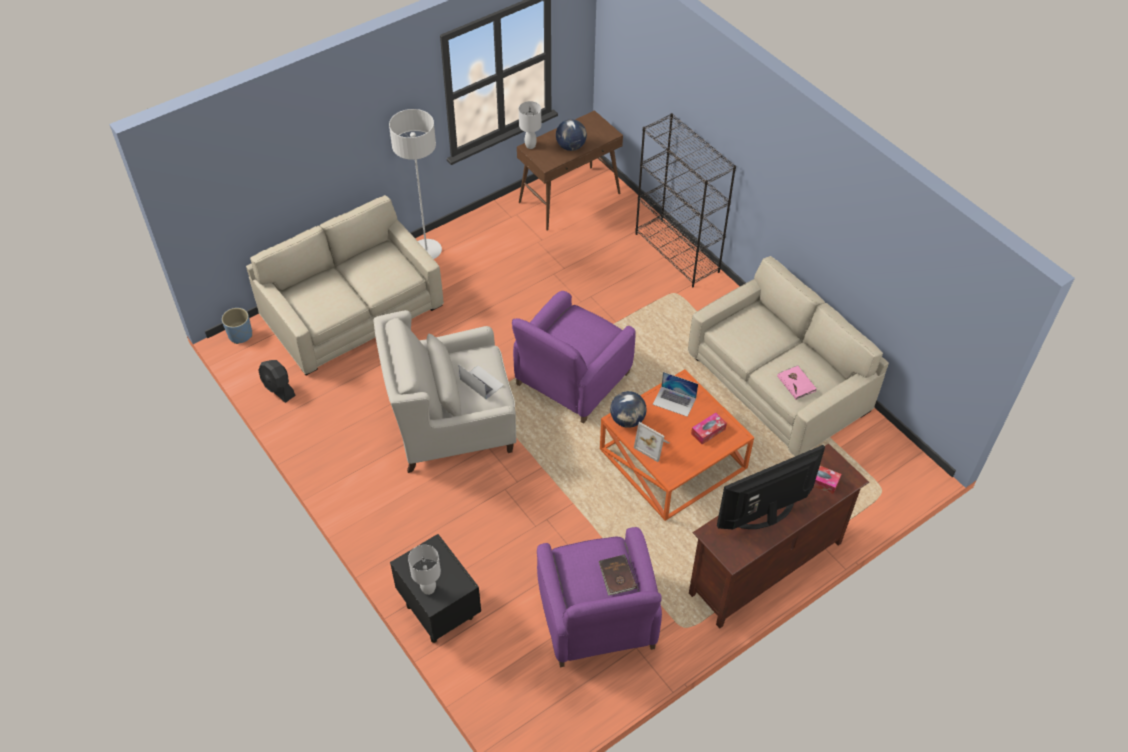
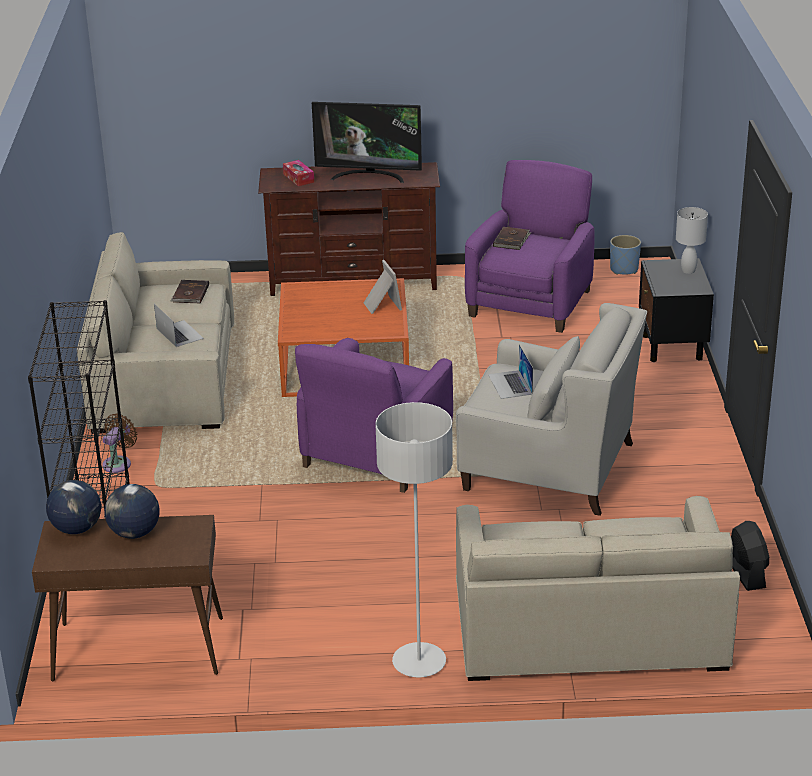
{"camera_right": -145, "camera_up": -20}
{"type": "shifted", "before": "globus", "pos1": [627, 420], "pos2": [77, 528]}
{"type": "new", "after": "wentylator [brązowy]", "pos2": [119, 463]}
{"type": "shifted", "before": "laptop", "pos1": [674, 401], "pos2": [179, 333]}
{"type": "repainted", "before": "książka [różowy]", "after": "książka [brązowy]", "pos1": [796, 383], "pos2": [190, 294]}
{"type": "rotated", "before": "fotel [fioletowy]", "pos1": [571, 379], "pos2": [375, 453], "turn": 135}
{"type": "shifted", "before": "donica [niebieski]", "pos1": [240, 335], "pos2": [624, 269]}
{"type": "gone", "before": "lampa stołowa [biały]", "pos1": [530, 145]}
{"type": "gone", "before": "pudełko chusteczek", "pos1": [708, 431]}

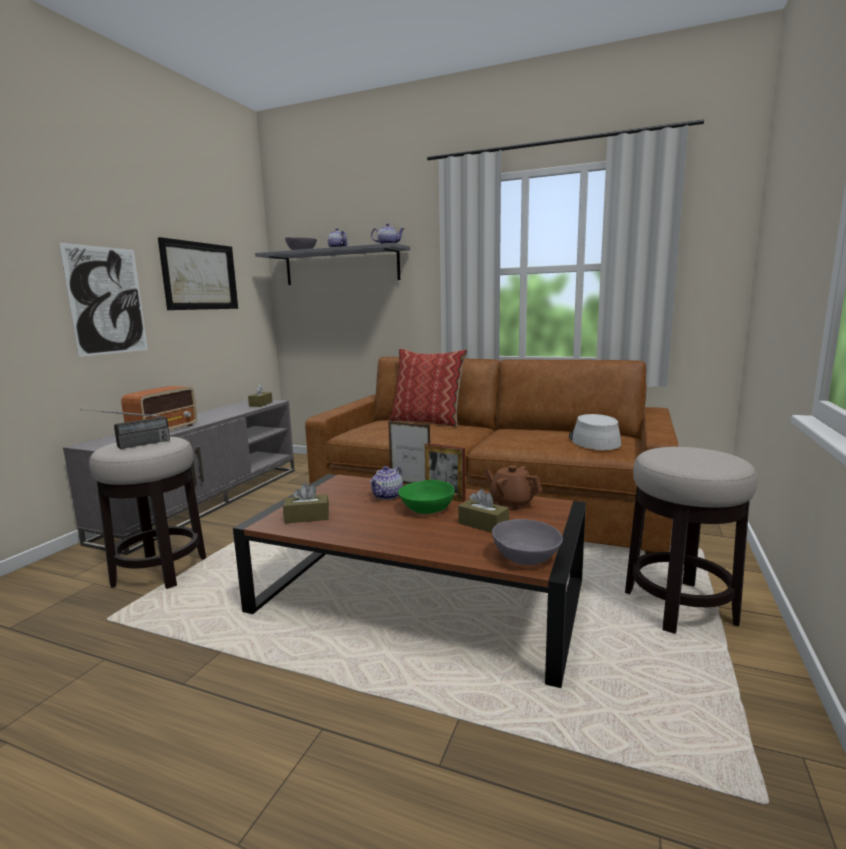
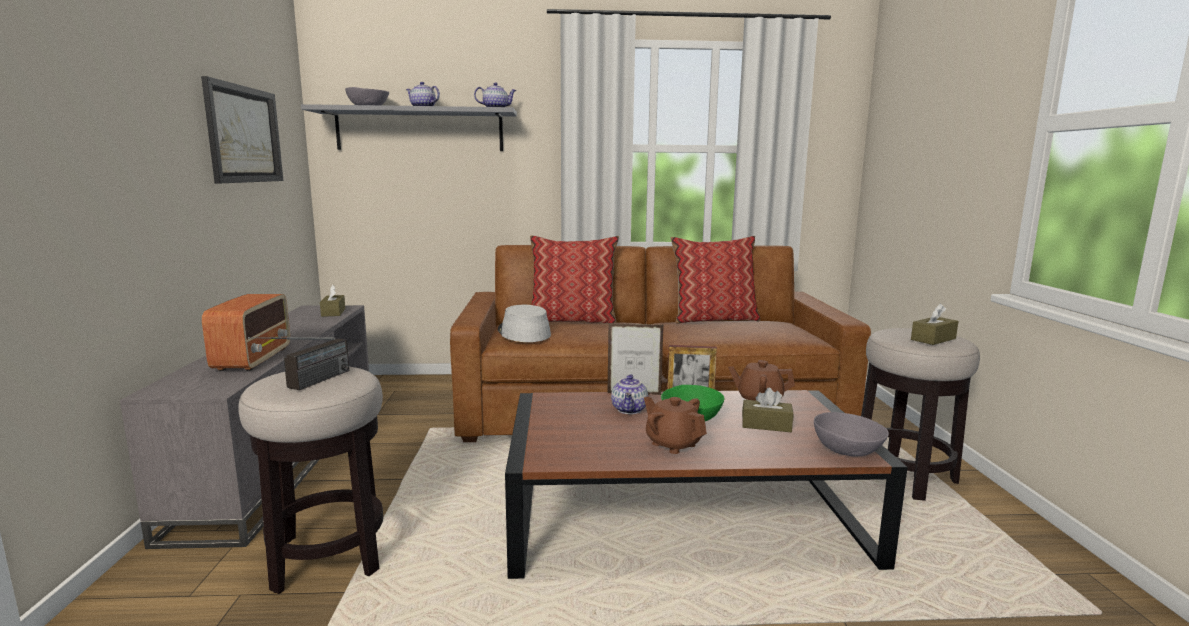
{"camera_right": -25, "camera_up": 0}
{"type": "shifted", "before": "kapelusz [szary]", "pos1": [593, 440], "pos2": [523, 333]}
{"type": "new", "after": "imbryk [brązowy]", "pos2": [673, 444]}
{"type": "new", "after": "poduszka", "pos2": [713, 319]}
{"type": "shifted", "before": "pudełko chusteczek [brązowy]", "pos1": [307, 517], "pos2": [933, 339]}
{"type": "gone", "before": "obraz", "pos1": [107, 301]}

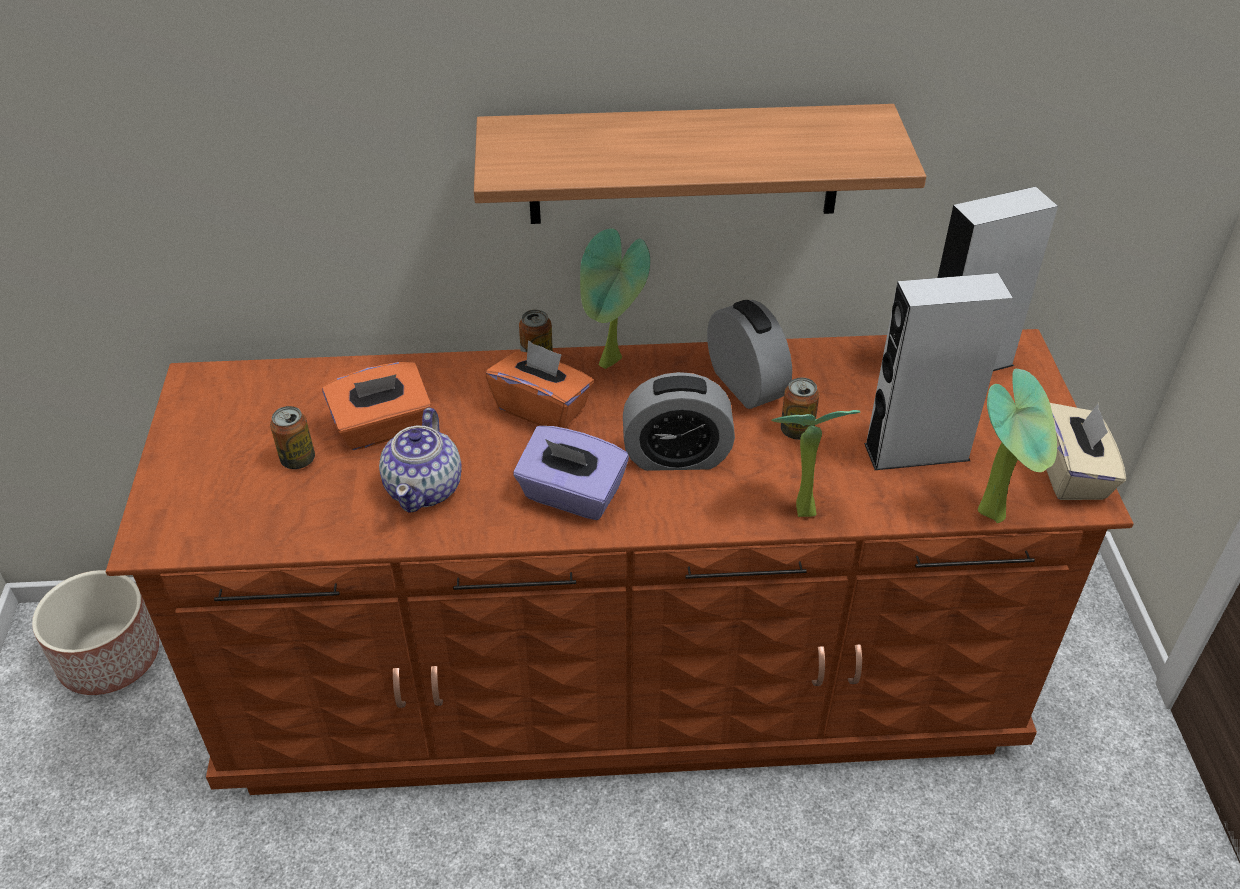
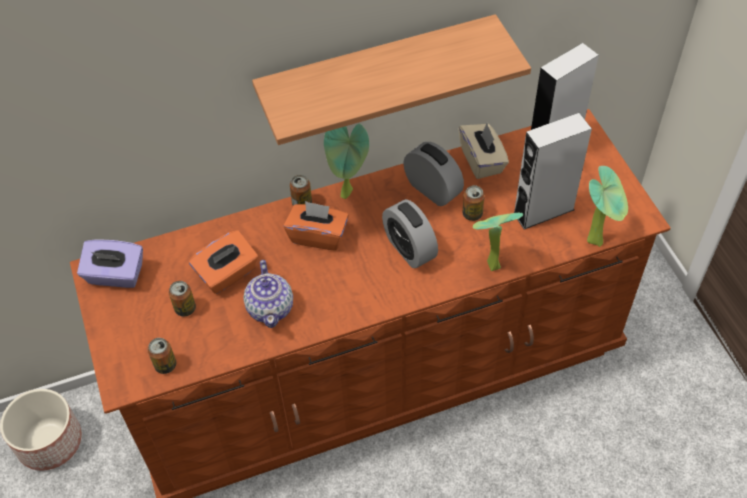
{"camera_right": -15, "camera_up": 10}
{"type": "shifted", "before": "pudełko chusteczek [fioletowy]", "pos1": [571, 495], "pos2": [115, 275]}
{"type": "new", "after": "puszka", "pos2": [165, 365]}
{"type": "rotated", "before": "budzik", "pos1": [676, 456], "pos2": [409, 249], "turn": 75}
{"type": "shifted", "before": "pudełko chusteczek [beżowy]", "pos1": [1072, 473], "pos2": [482, 161]}

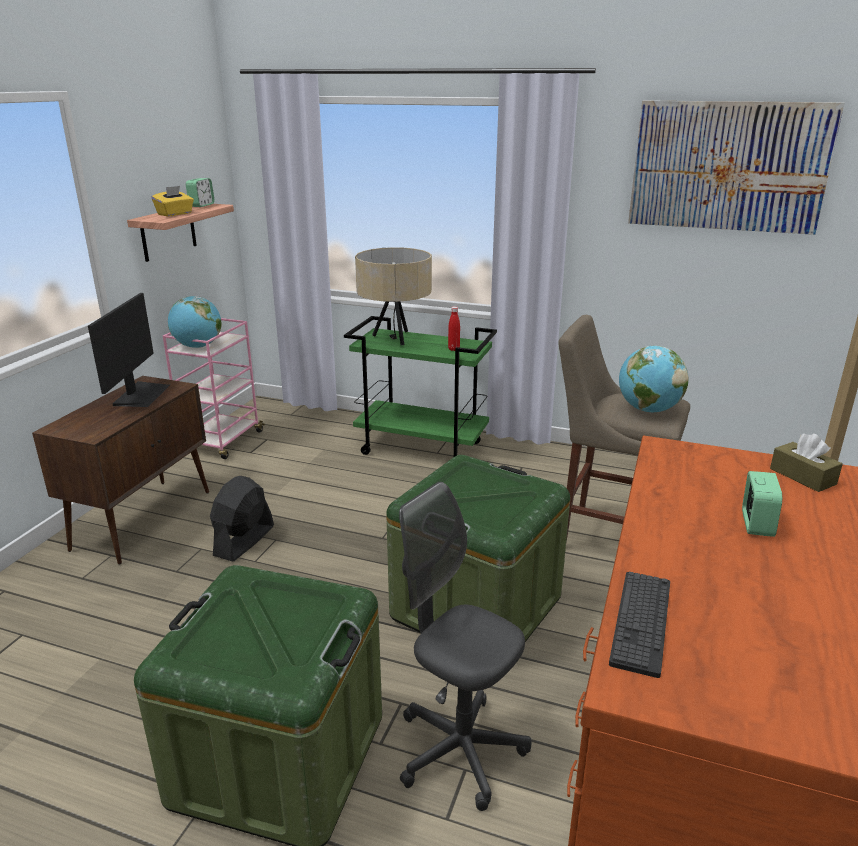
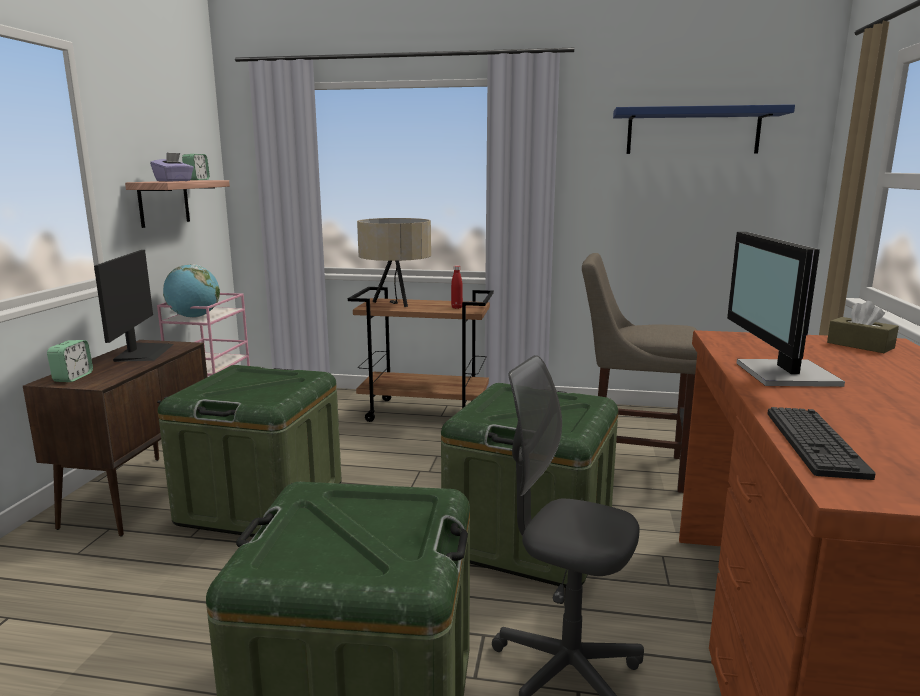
{"camera_right": -10, "camera_up": -10}
{"type": "shifted", "before": "budzik", "pos1": [756, 524], "pos2": [73, 377]}
{"type": "repainted", "before": "pudełko chusteczek [żółty]", "after": "pudełko chusteczek [fioletowy]", "pos1": [175, 214], "pos2": [174, 181]}
{"type": "swapped", "before": "wentylator [czarny]", "after": "pojemnik do przechowywania [zielony]", "pos1": [244, 541], "pos2": [262, 503]}
{"type": "repainted", "before": "wózek [zielony]", "after": "wózek [brązowy]", "pos1": [423, 448], "pos2": [425, 413]}
{"type": "swapped", "before": "obraz", "after": "półka [niebieski]", "pos1": [728, 166], "pos2": [692, 132]}
{"type": "new", "after": "monitor", "pos2": [783, 374]}
{"type": "gone", "before": "globus", "pos1": [648, 410]}

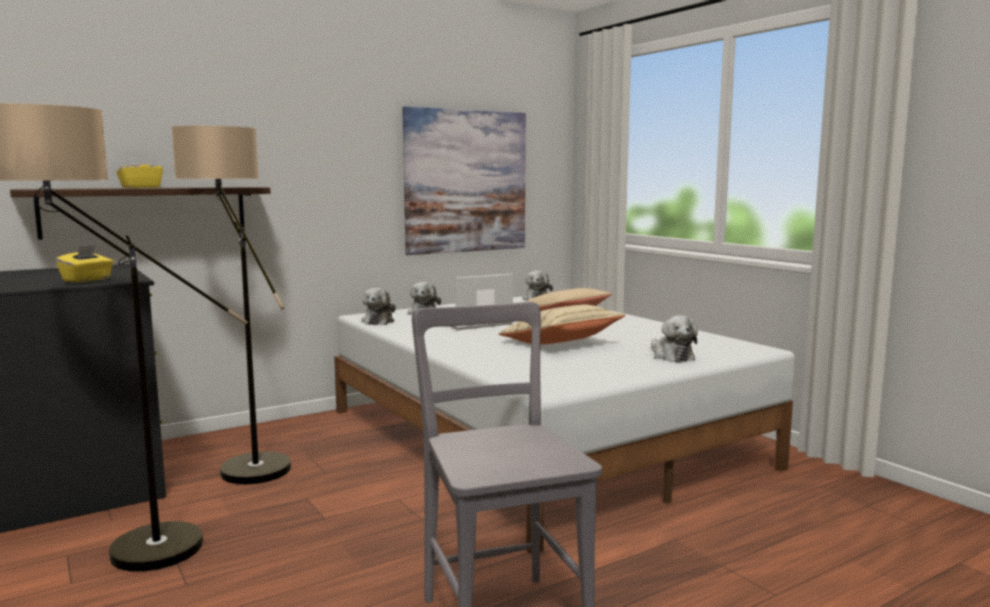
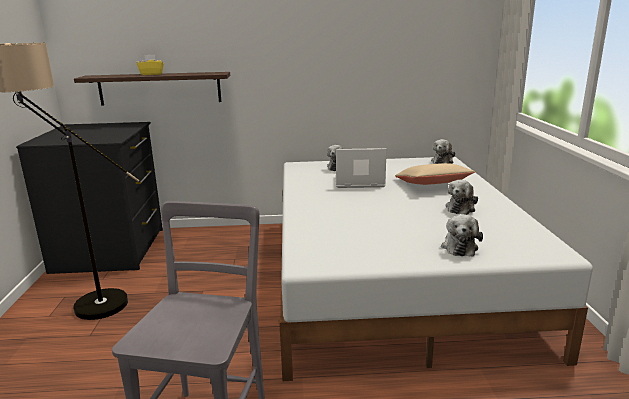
{"camera_right": 30, "camera_up": 10}
{"type": "shifted", "before": "pluszak", "pos1": [378, 321], "pos2": [461, 208]}
{"type": "gone", "before": "pudełko chusteczek [żółty]", "pos1": [87, 280]}
{"type": "gone", "before": "lampa stojąca", "pos1": [244, 462]}
{"type": "gone", "before": "obraz", "pos1": [466, 181]}
{"type": "gone", "before": "poduszka [beżowy]", "pos1": [560, 344]}

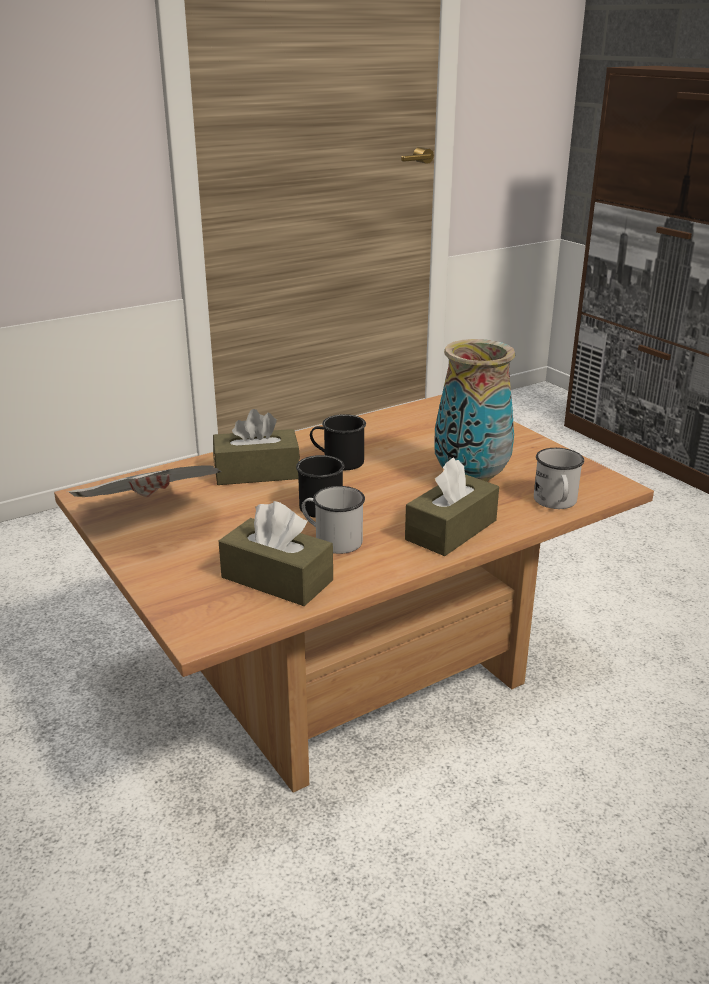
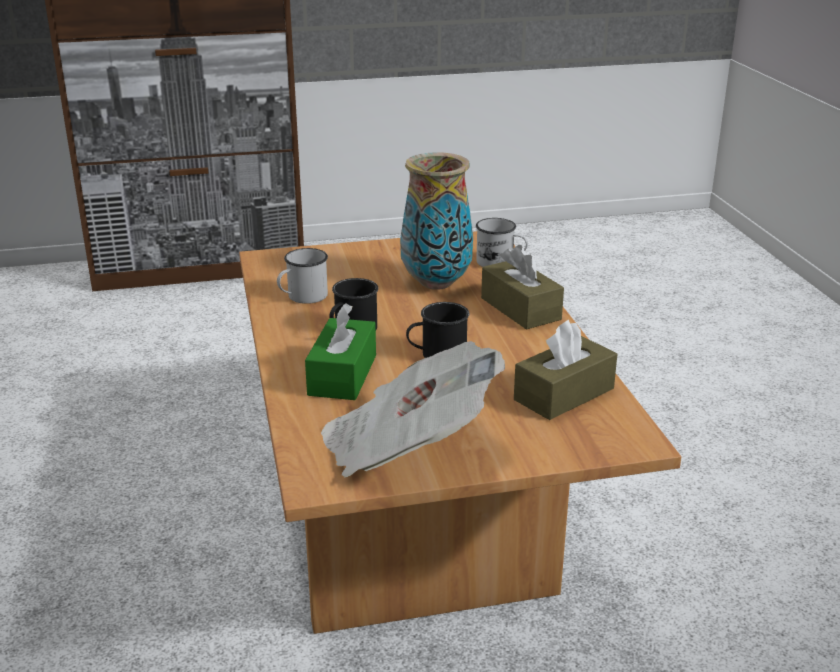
{"camera_right": -70, "camera_up": 0}
{"type": "shifted", "before": "kubek [biały]", "pos1": [332, 540], "pos2": [302, 297]}
{"type": "repainted", "before": "pudełko chusteczek [brązowy]", "after": "pudełko chusteczek [zielony]", "pos1": [257, 472], "pos2": [342, 375]}

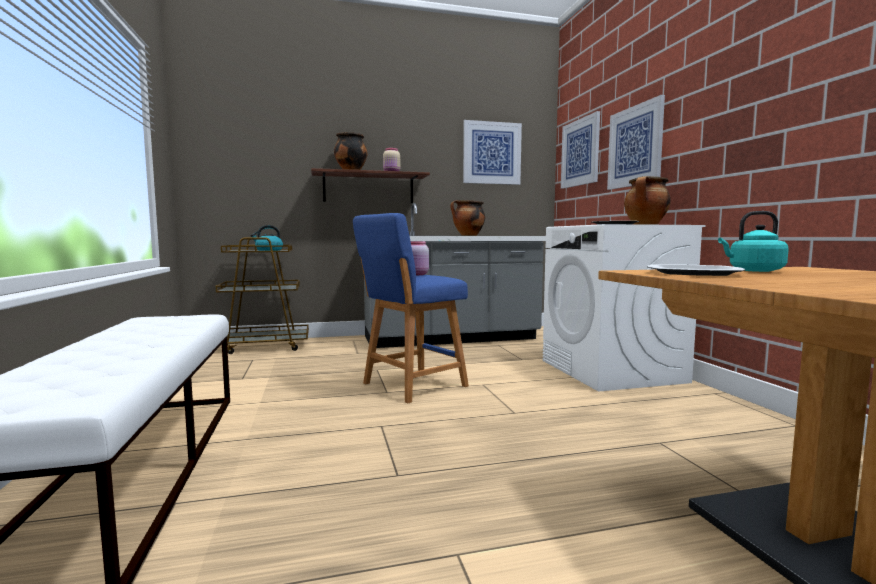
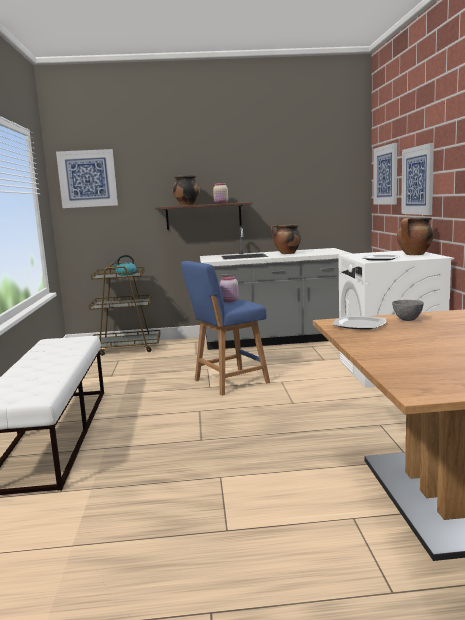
{"camera_right": 10, "camera_up": 5}
{"type": "shifted", "before": "obraz", "pos1": [492, 153], "pos2": [87, 178]}
{"type": "swapped", "before": "czajnik [turkusowy]", "after": "miska [szary]", "pos1": [753, 270], "pos2": [407, 320]}

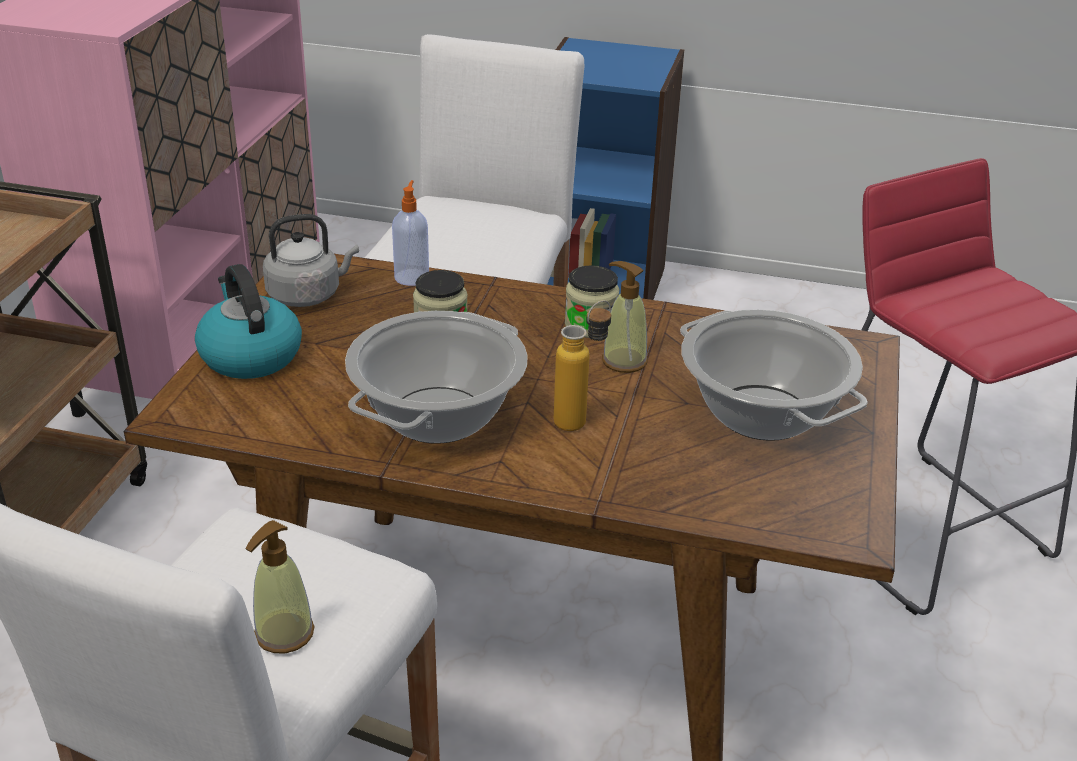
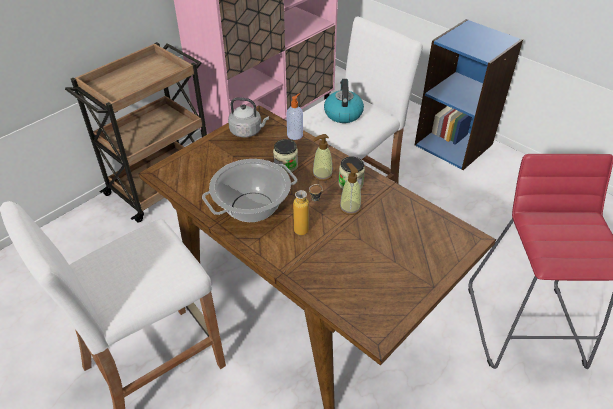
{"camera_right": 30, "camera_up": 10}
{"type": "shifted", "before": "dozownik mydła", "pos1": [284, 633], "pos2": [322, 174]}
{"type": "shifted", "before": "czajnik", "pos1": [249, 355], "pos2": [343, 113]}
{"type": "gone", "before": "garnek", "pos1": [761, 413]}

